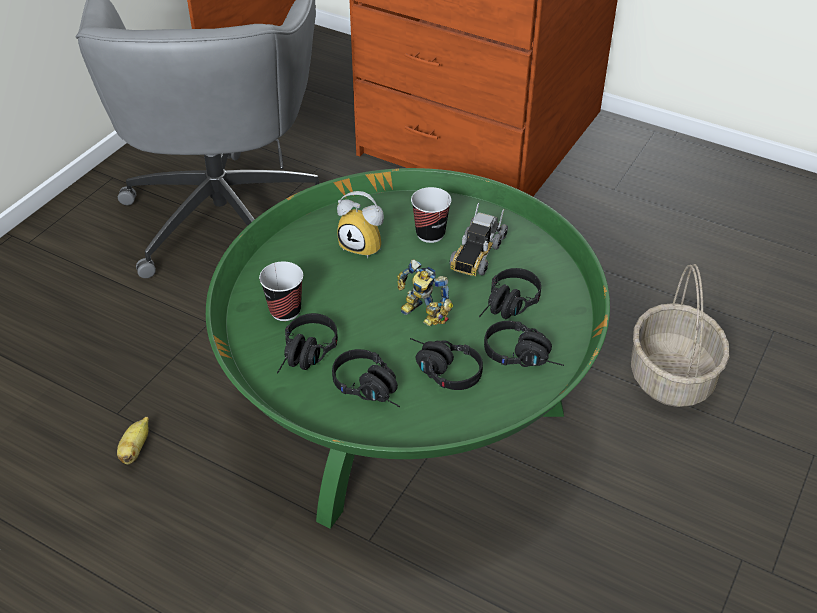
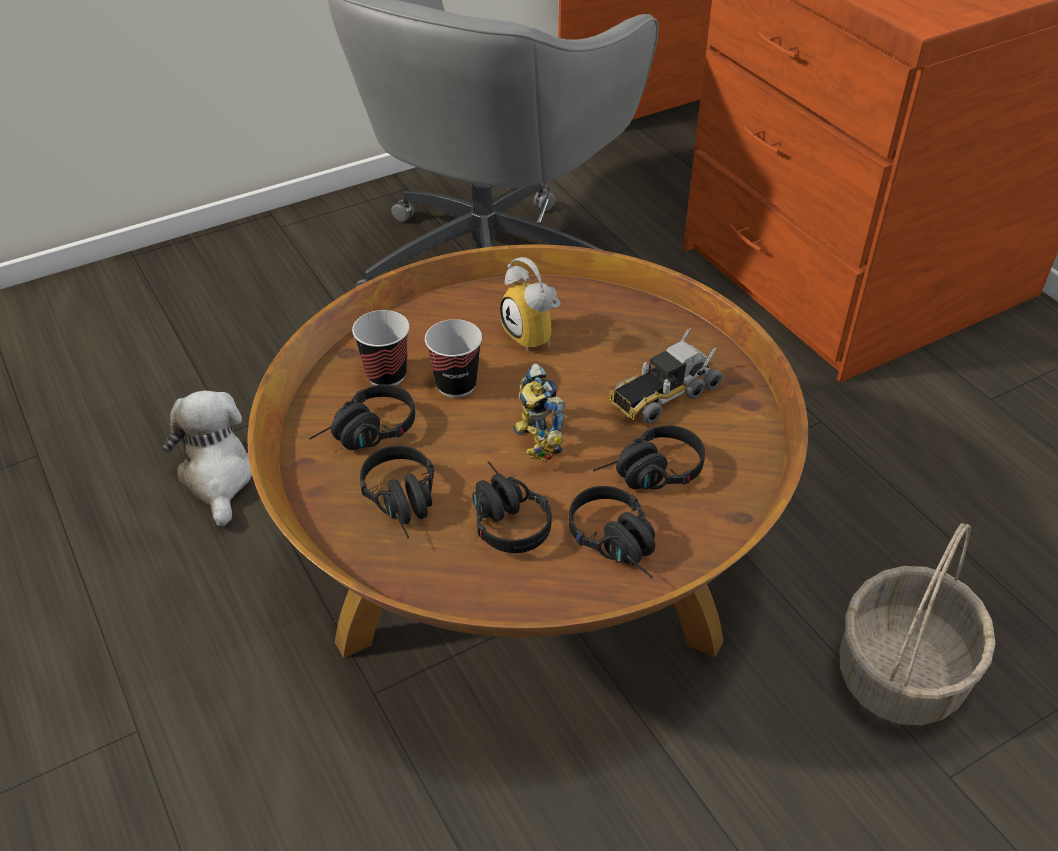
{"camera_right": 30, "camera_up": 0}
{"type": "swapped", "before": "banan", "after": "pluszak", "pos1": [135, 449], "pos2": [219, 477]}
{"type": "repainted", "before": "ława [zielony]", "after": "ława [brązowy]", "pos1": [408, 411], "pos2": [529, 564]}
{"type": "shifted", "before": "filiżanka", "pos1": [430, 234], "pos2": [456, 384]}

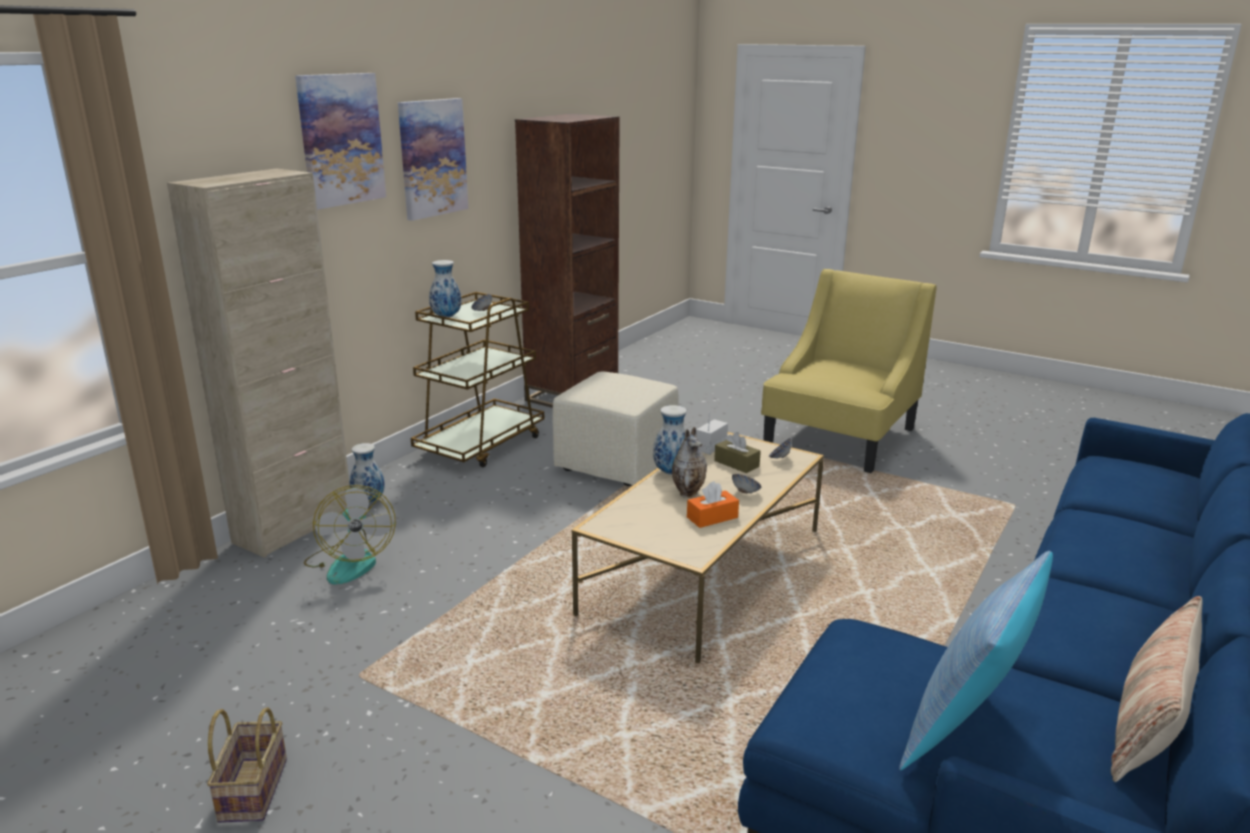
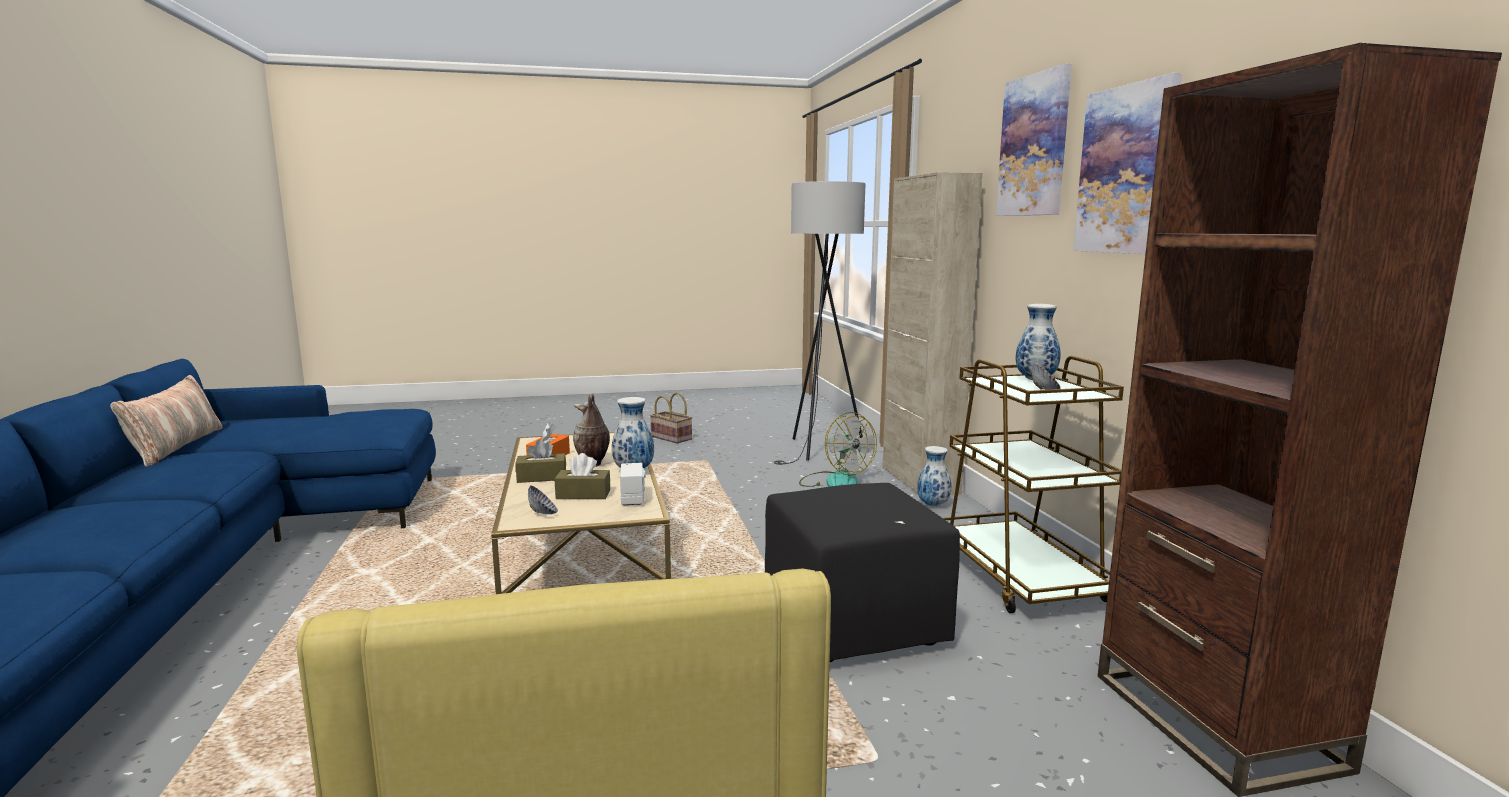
{"camera_right": 135, "camera_up": -10}
{"type": "swapped", "before": "miska", "after": "pudełko chusteczek [brązowy]", "pos1": [745, 493], "pos2": [542, 477]}
{"type": "repainted", "before": "pufa [beżowy]", "after": "pufa [czarny]", "pos1": [616, 463], "pos2": [855, 625]}
{"type": "new", "after": "lampa stojąca [szary]", "pos2": [820, 450]}
{"type": "rotated", "before": "wentylator", "pos1": [350, 562], "pos2": [835, 482], "turn": -150}
{"type": "gone", "before": "poduszka", "pos1": [966, 729]}

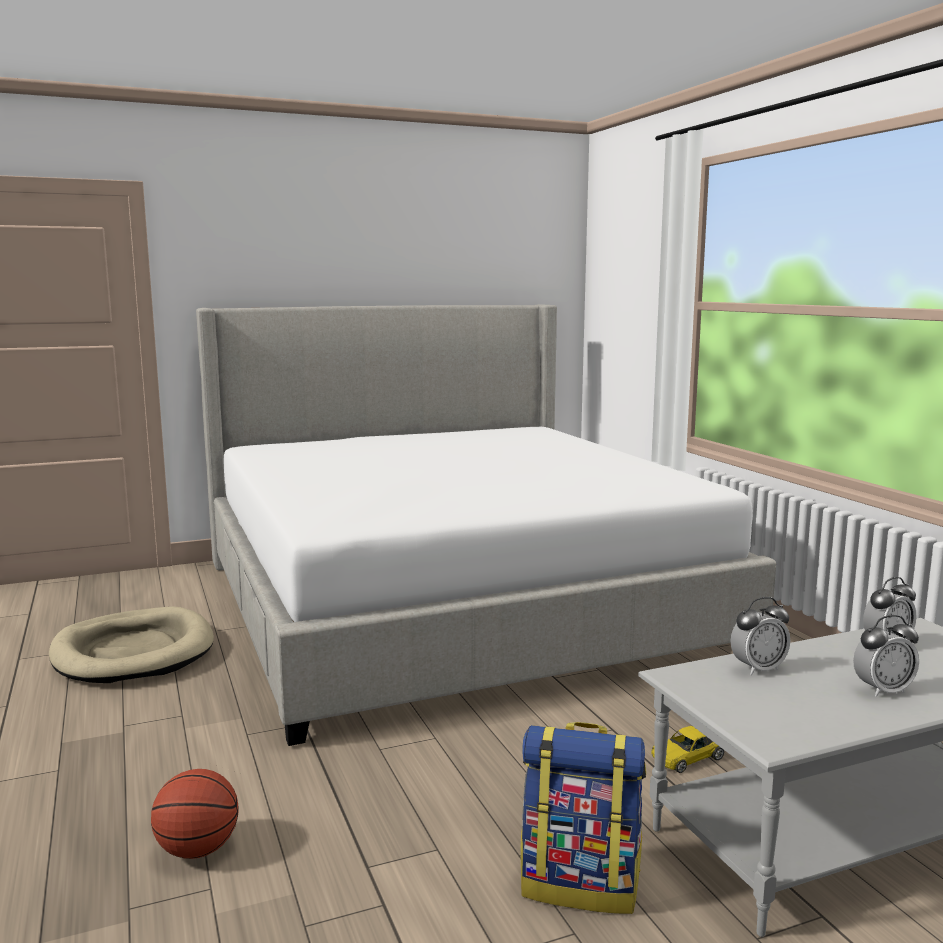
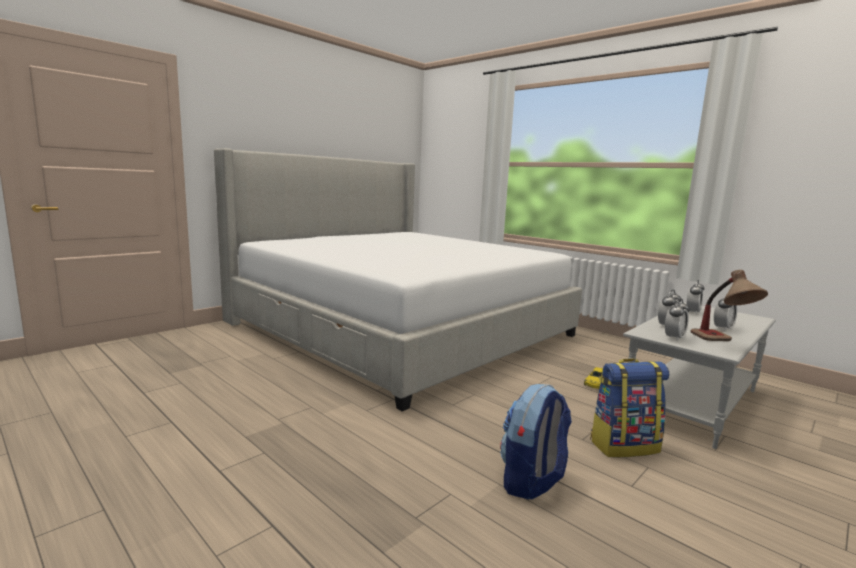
{"camera_right": -25, "camera_up": 0}
{"type": "new", "after": "plecak", "pos2": [531, 481]}
{"type": "new", "after": "budzik", "pos2": [674, 338]}
{"type": "new", "after": "lampa stołowa", "pos2": [722, 342]}
{"type": "gone", "before": "legowisko [beżowy]", "pos1": [133, 652]}
{"type": "gone", "before": "piłka do koszykówki", "pos1": [198, 849]}

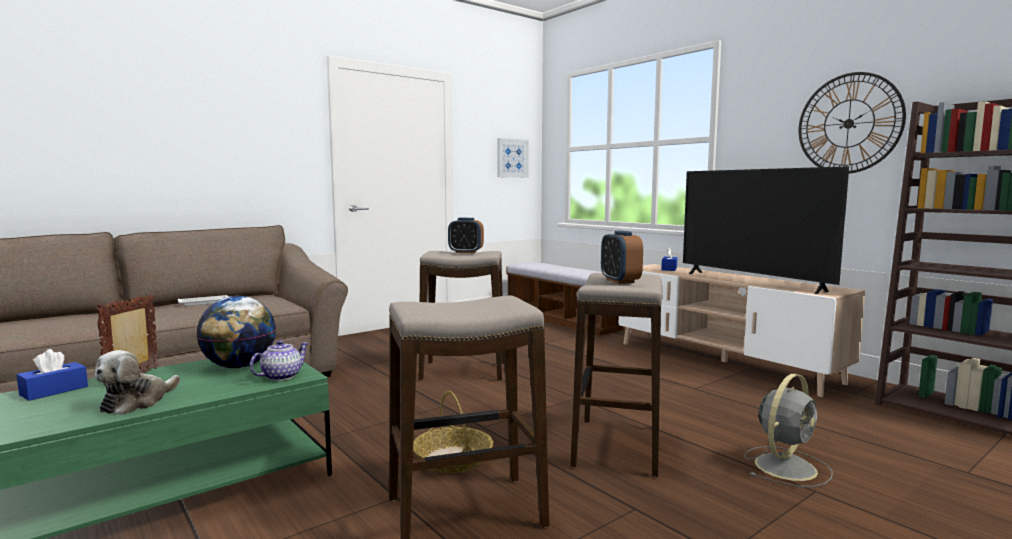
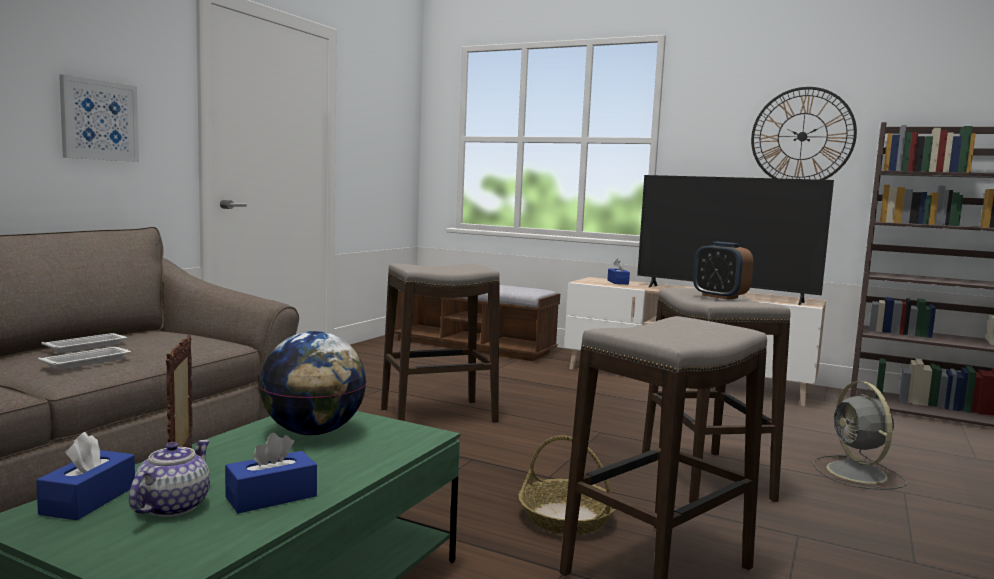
{"camera_right": -25, "camera_up": 0}
{"type": "new", "after": "taca [biały]", "pos2": [88, 362]}
{"type": "shifted", "before": "obraz", "pos1": [512, 158], "pos2": [99, 120]}
{"type": "shifted", "before": "imbryk", "pos1": [281, 376], "pos2": [171, 507]}
{"type": "swapped", "before": "pluszak", "after": "pudełko chusteczek [niebieski]", "pos1": [137, 402], "pos2": [271, 497]}
{"type": "rotated", "before": "wentylator [szary]", "pos1": [786, 466], "pos2": [858, 474], "turn": 150}
{"type": "gone", "before": "budzik", "pos1": [466, 252]}

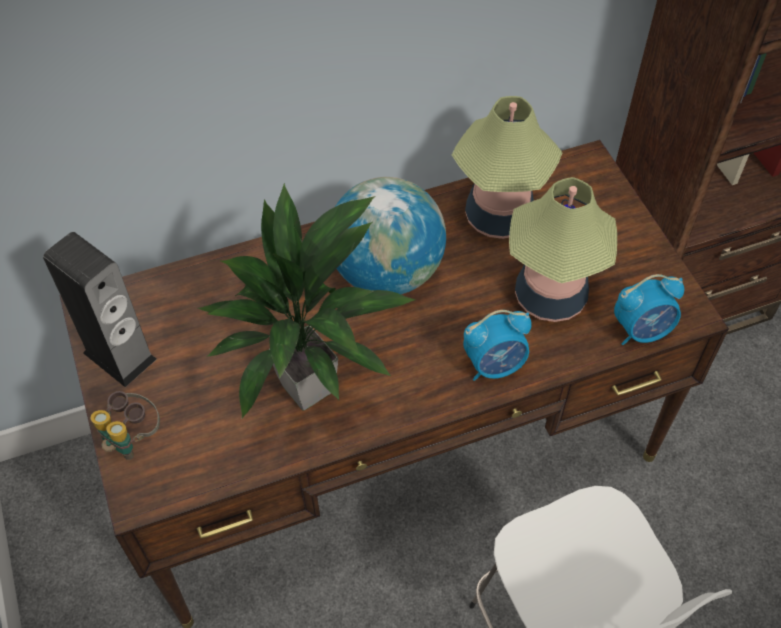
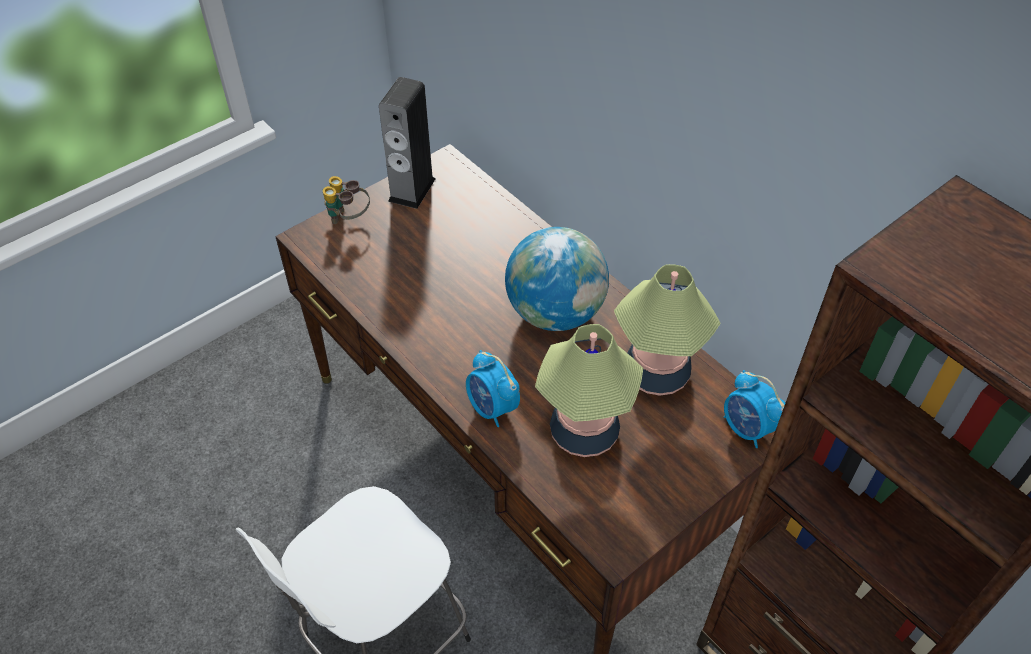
{"camera_right": 70, "camera_up": -5}
{"type": "shifted", "before": "budzik", "pos1": [642, 330], "pos2": [747, 428]}
{"type": "gone", "before": "roślina doniczkowa", "pos1": [310, 388]}

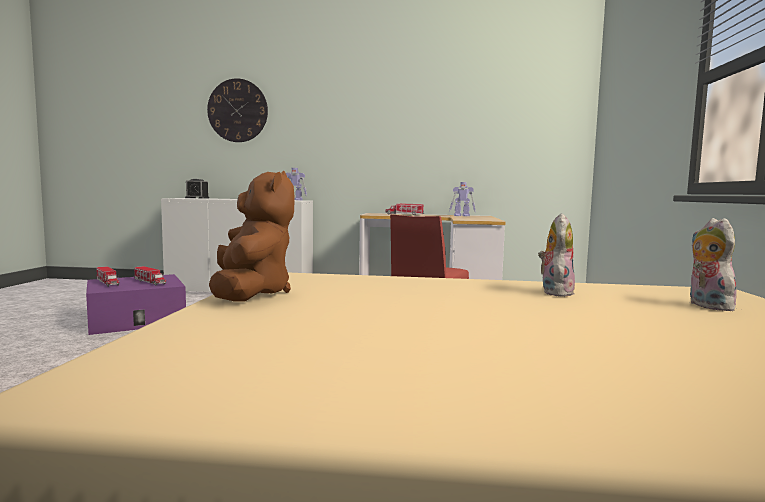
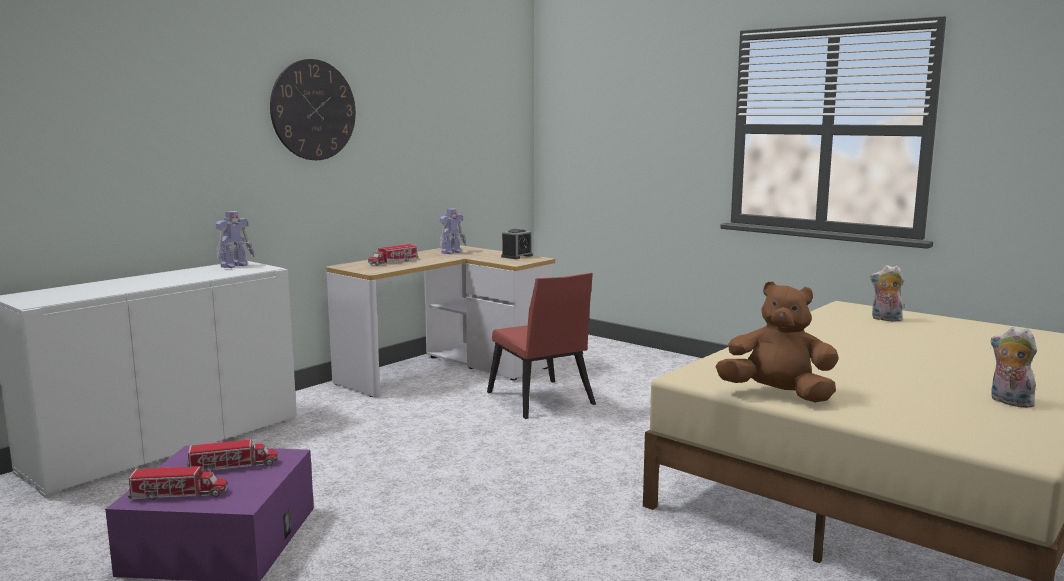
{"camera_right": -55, "camera_up": 5}
{"type": "shifted", "before": "zegar ścienny", "pos1": [237, 110], "pos2": [313, 110]}
{"type": "shifted", "before": "budzik", "pos1": [197, 198], "pos2": [517, 256]}
{"type": "shifted", "before": "pluszak", "pos1": [554, 292], "pos2": [1008, 402]}

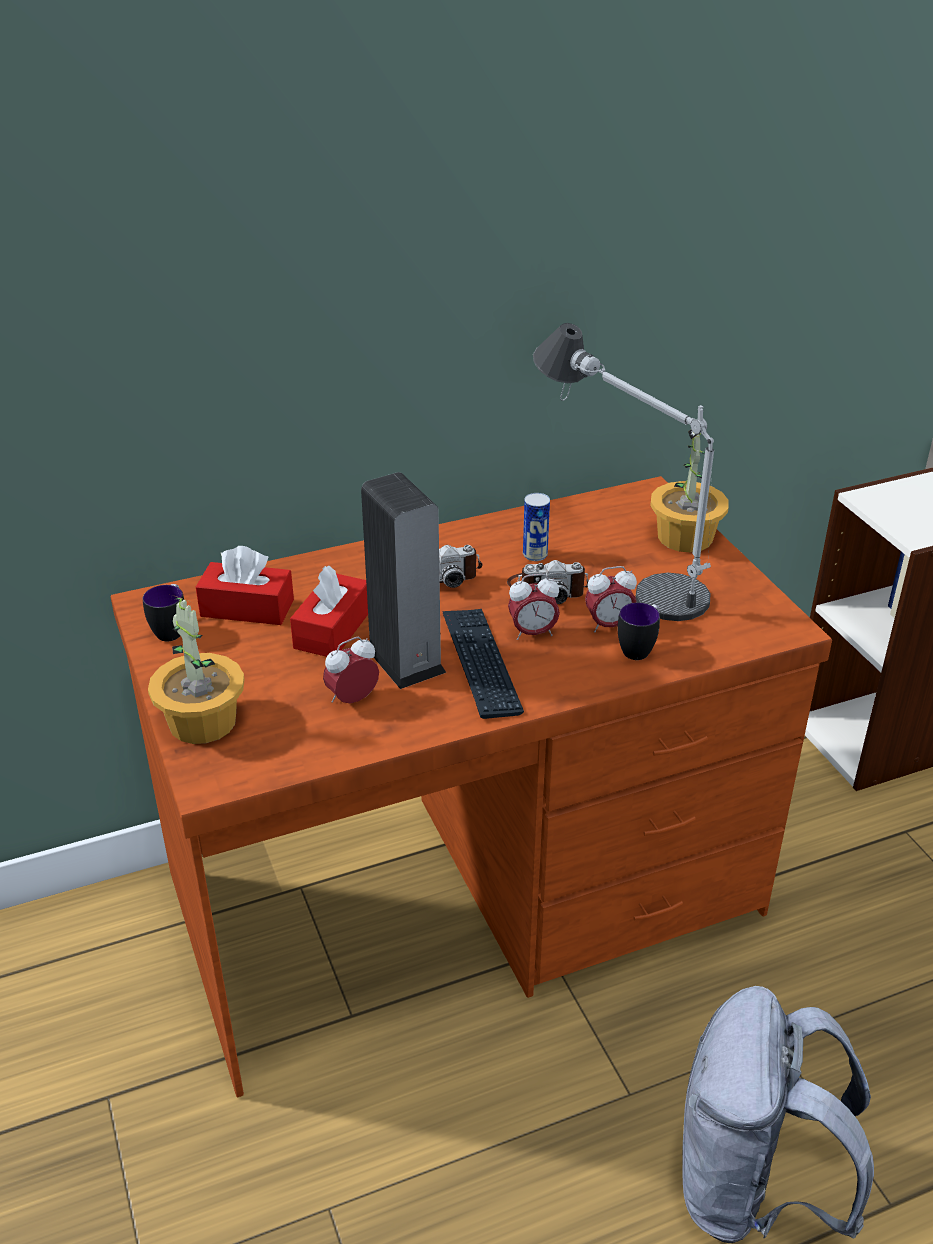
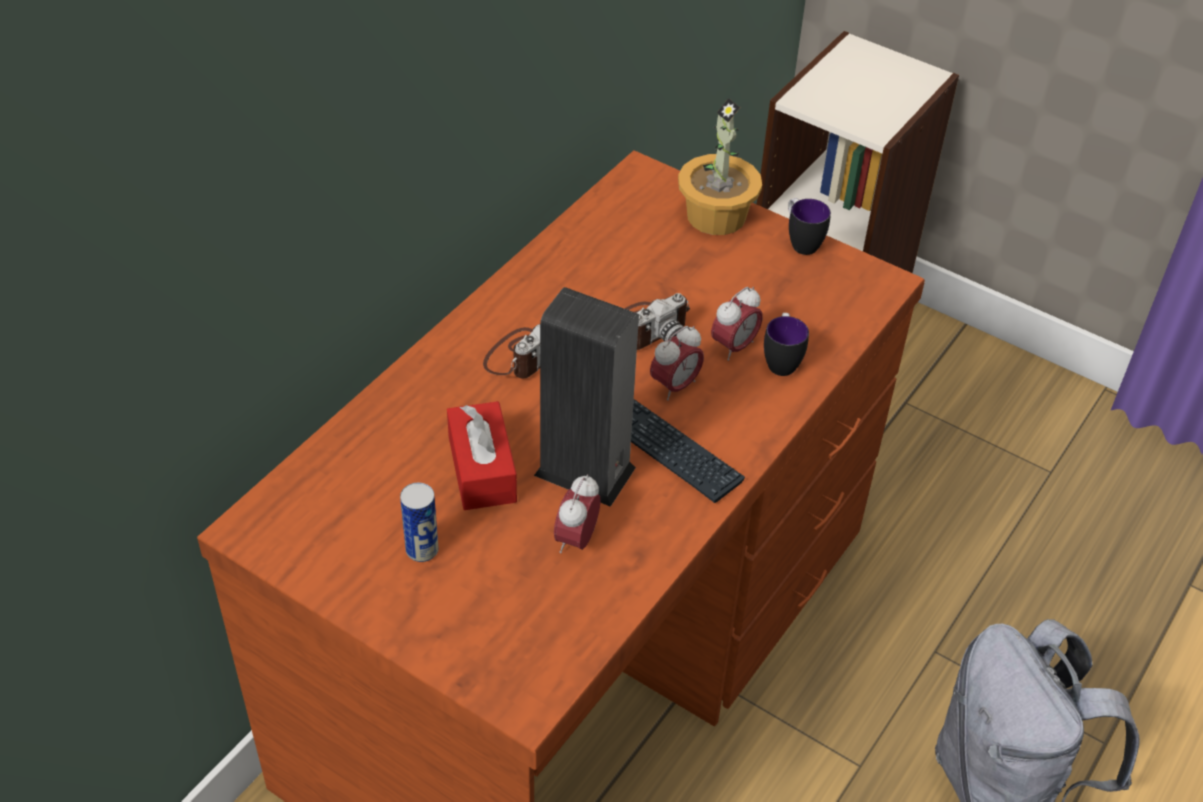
{"camera_right": -35, "camera_up": 10}
{"type": "shifted", "before": "puszka", "pos1": [535, 555], "pos2": [422, 550]}
{"type": "shifted", "before": "kubek", "pos1": [171, 629], "pos2": [801, 242]}
{"type": "gone", "before": "roślina doniczkowa", "pos1": [201, 722]}
{"type": "gone", "before": "pudełko chusteczek [czerwony]", "pos1": [247, 608]}
{"type": "gone", "before": "lampa stołowa", "pos1": [620, 563]}

